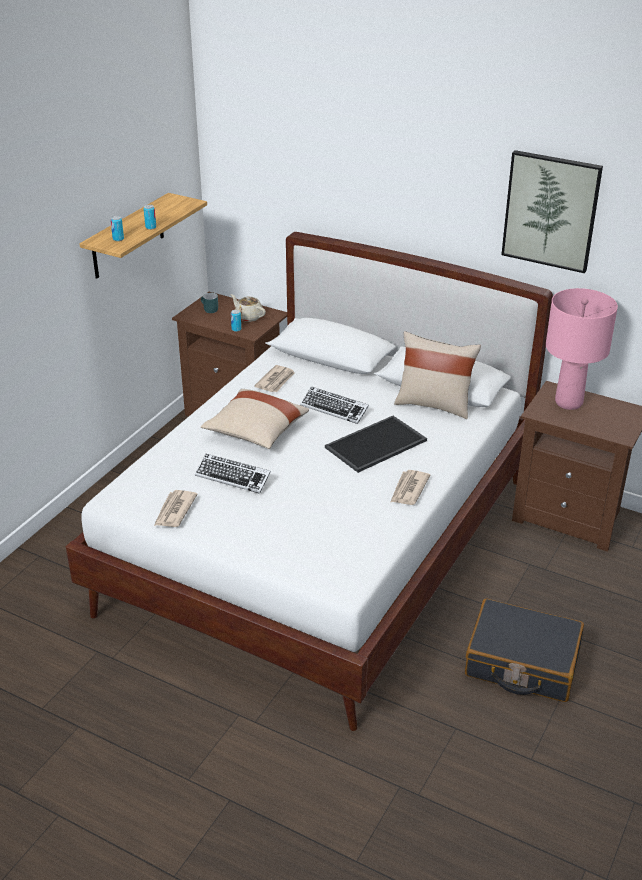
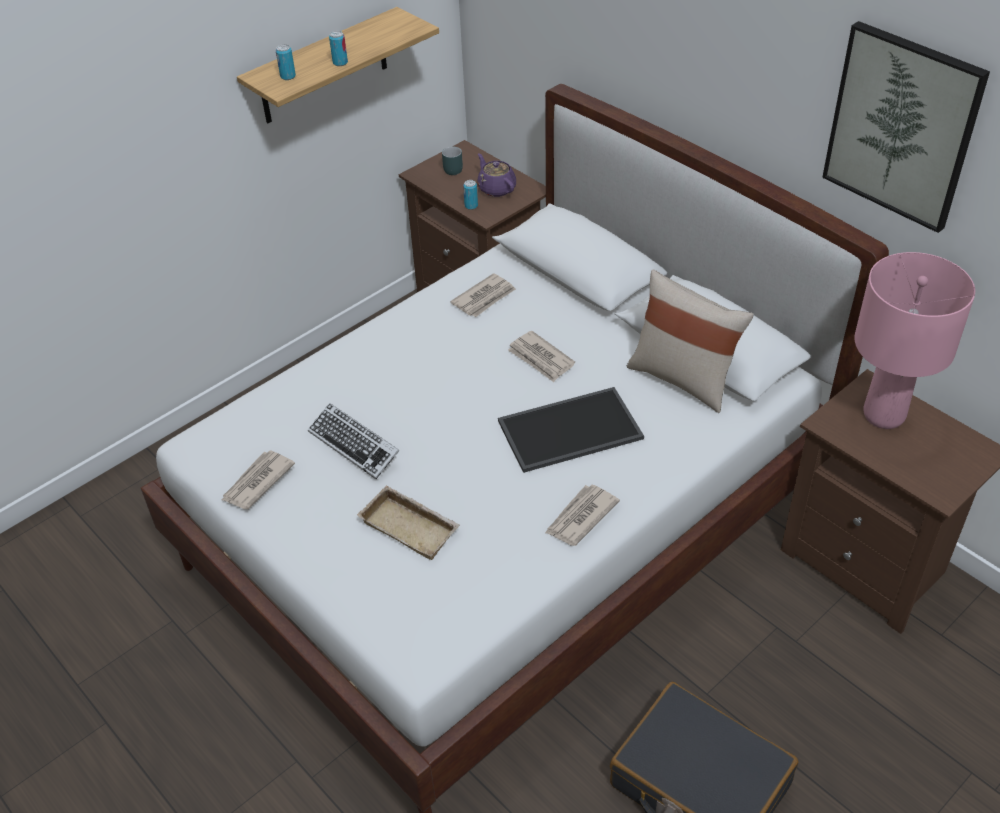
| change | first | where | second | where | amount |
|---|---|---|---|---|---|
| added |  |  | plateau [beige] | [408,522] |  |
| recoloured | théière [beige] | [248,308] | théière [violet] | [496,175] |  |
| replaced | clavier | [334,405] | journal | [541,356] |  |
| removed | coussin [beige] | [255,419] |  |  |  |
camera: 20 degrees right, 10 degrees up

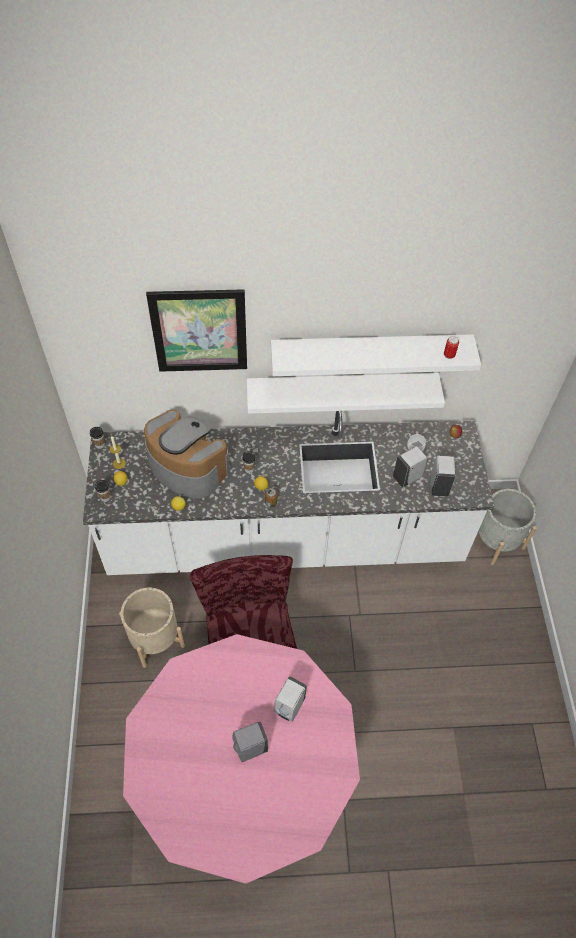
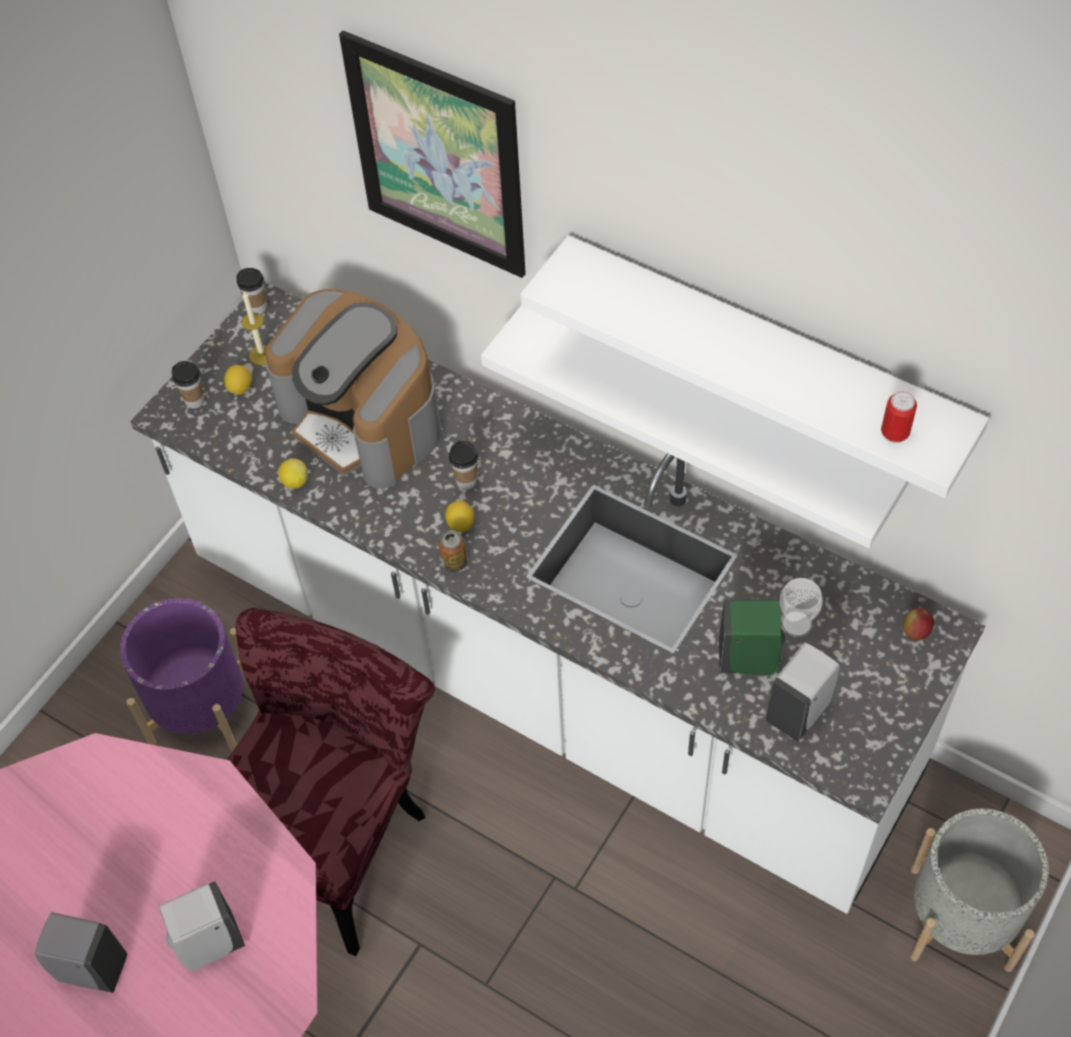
| change | first | where | second | where | amount |
|---|---|---|---|---|---|
| recoloured | cache-pot [beige] | [152,628] | cache-pot [violet] | [181,675] |  |
| turned | machine à café | [187,454] |  | [353,389] | 150 degrees clockwise |
| recoloured | distributeur de savon [blanc] | [410,466] | distributeur de savon [vert] | [752,636] |  |
camera: 40 degrees right, 0 degrees up

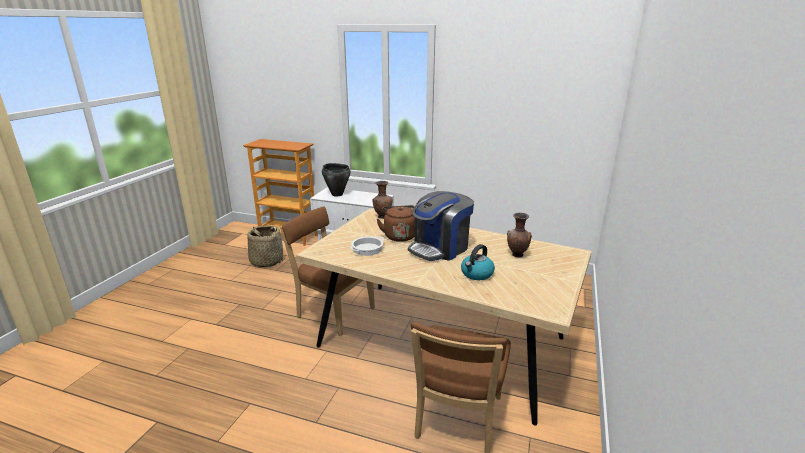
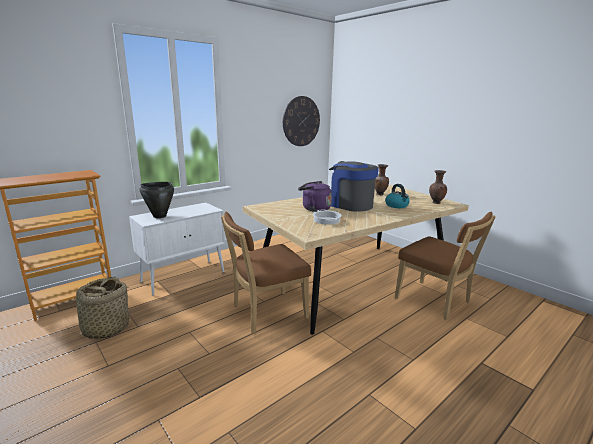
| change | first | where | second | where | amount |
|---|---|---|---|---|---|
| added |  |  | horloge murale | [301,121] |  |
| recoloured | bouilloire [marron] | [395,223] | bouilloire [violet] | [315,196] |  |
| turned | machine à café | [441,226] |  | [354,186] | 150 degrees clockwise |
| moved | vase [marron] | [382,200] |  | [438,187] |  |
camera: 60 degrees left, 5 degrees down

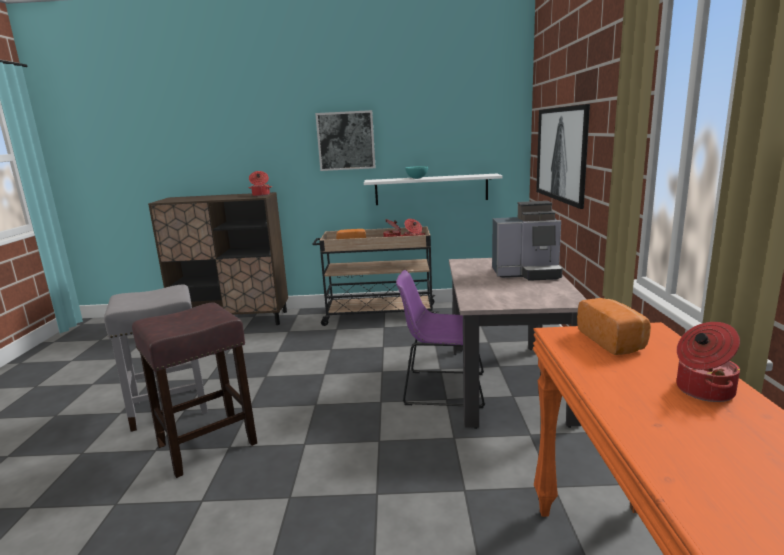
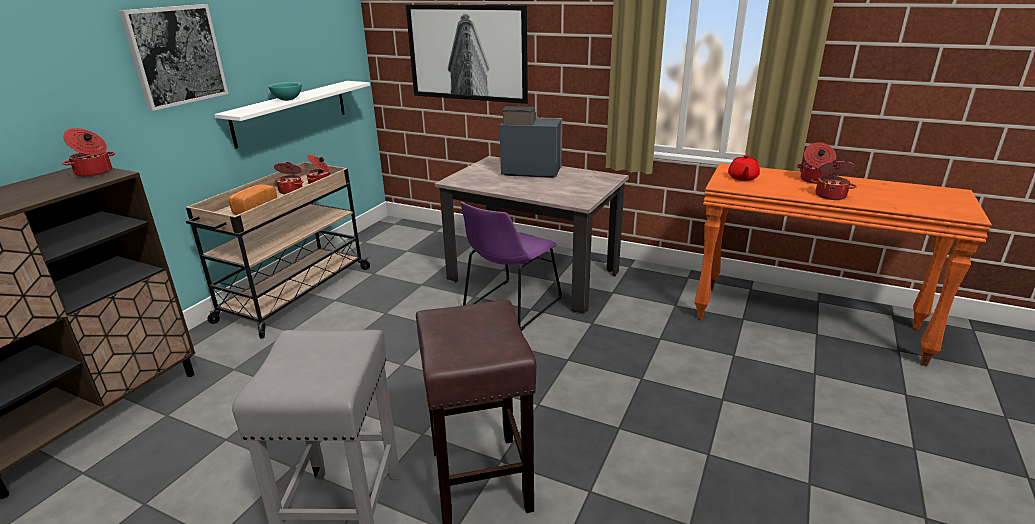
| change | first | where | second | where | amount |
|---|---|---|---|---|---|
| turned | machine à café | [527,241] |  | [530,142] | 105 degrees counterclockwise |
| replaced | pain | [614,326] | théière [rouge] | [744,168] |  |
| added |  |  | marmite | [834,180] |  |
camera: 65 degrees left, 10 degrees up

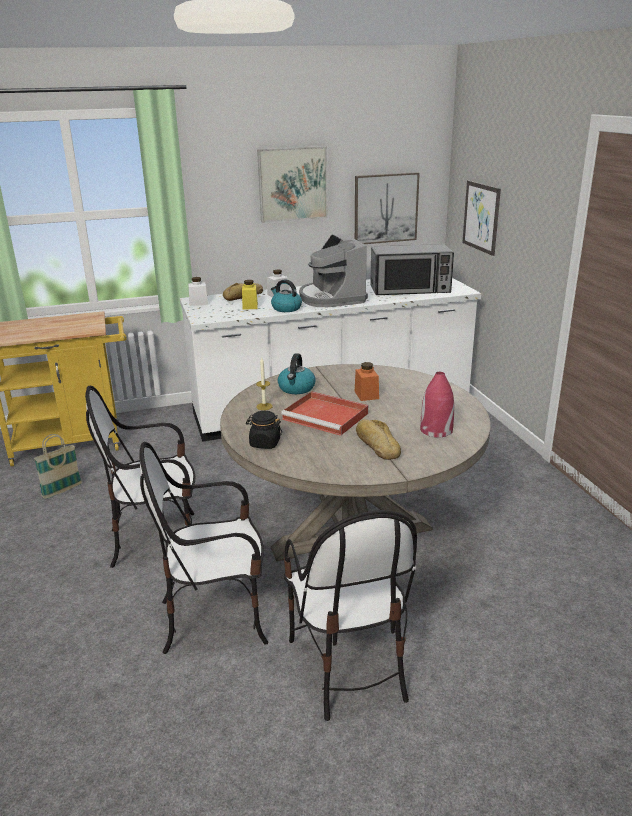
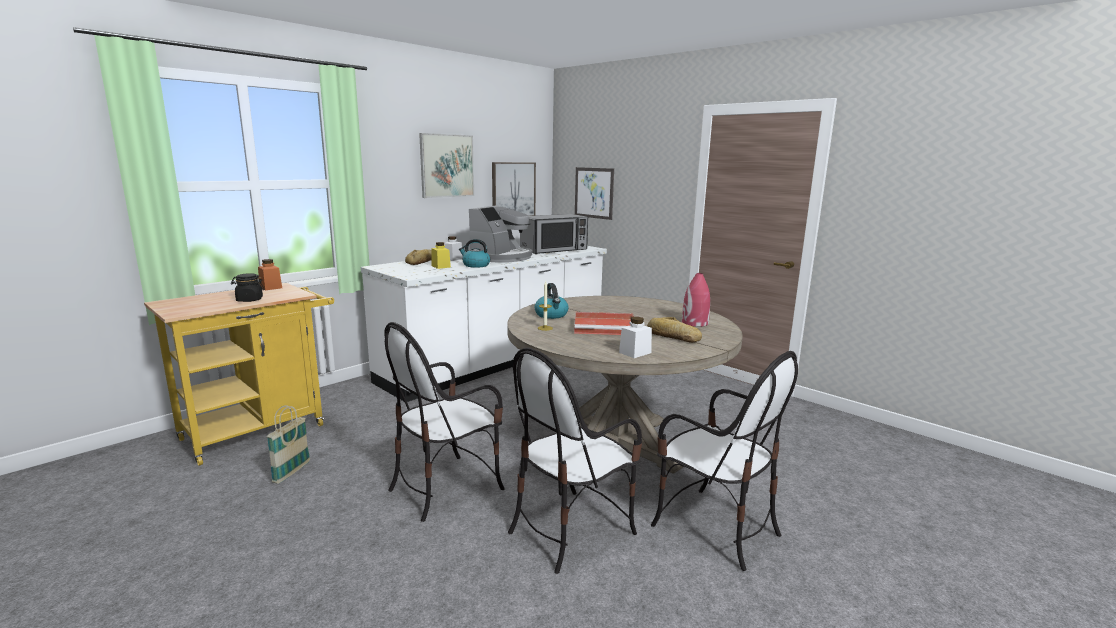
| change | first | where | second | where | amount |
|---|---|---|---|---|---|
| moved | bocal [noir] | [264,430] |  | [247,287] |  |
| moved | bocal [orange] | [367,381] |  | [270,274] |  |
| turned | machine à café | [333,270] |  | [500,234] | 105 degrees counterclockwise |
| moved | bocal [blanc] | [198,291] |  | [635,337] |  |
camera: 30 degrees left, 10 degrees down

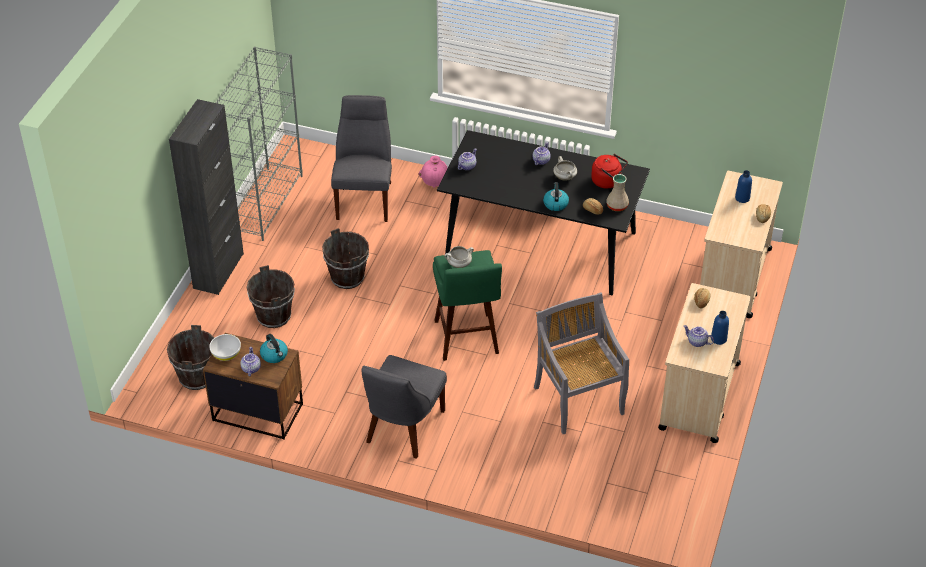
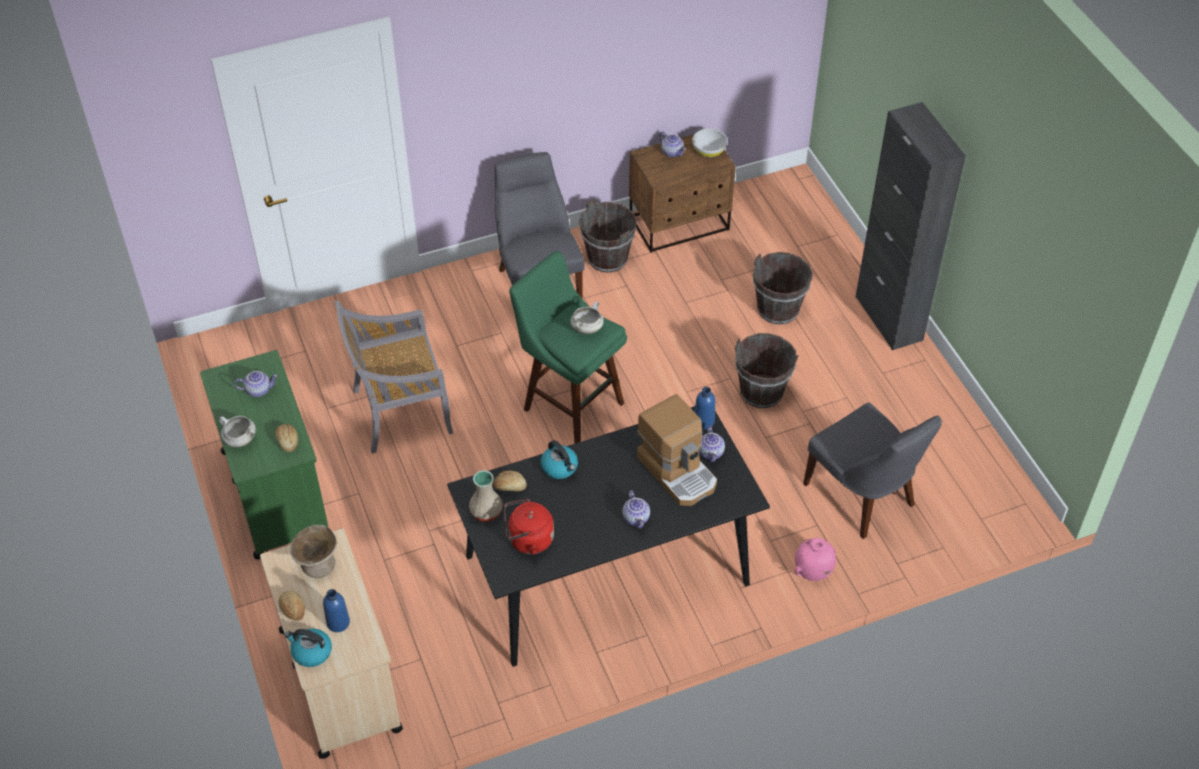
| change | first | where | second | where | amount |
|---|---|---|---|---|---|
| recoloured | chariot [beige] | [704,363] | chariot [vert] | [264,454] |  |
| moved | marmite [blanc] | [565,168] |  | [237,431] |  |
| moved | bouilloire | [274,348] |  | [308,647] |  |
| added |  |  | bol [beige] | [313,551] |  |
| turned | chaise [gris] | [581,363] |  | [393,377] | 135 degrees clockwise |
| moved | seau [marron] | [190,357] |  | [608,235] |  |
| added |  |  | machine à café | [677,450] |  |
| moved | bouteille [bleu] | [720,328] |  | [705,408] |  |
| removed | bibliothèque [gris] | [259,144] |  |  |  |
camera: 140 degrees right, 5 degrees up

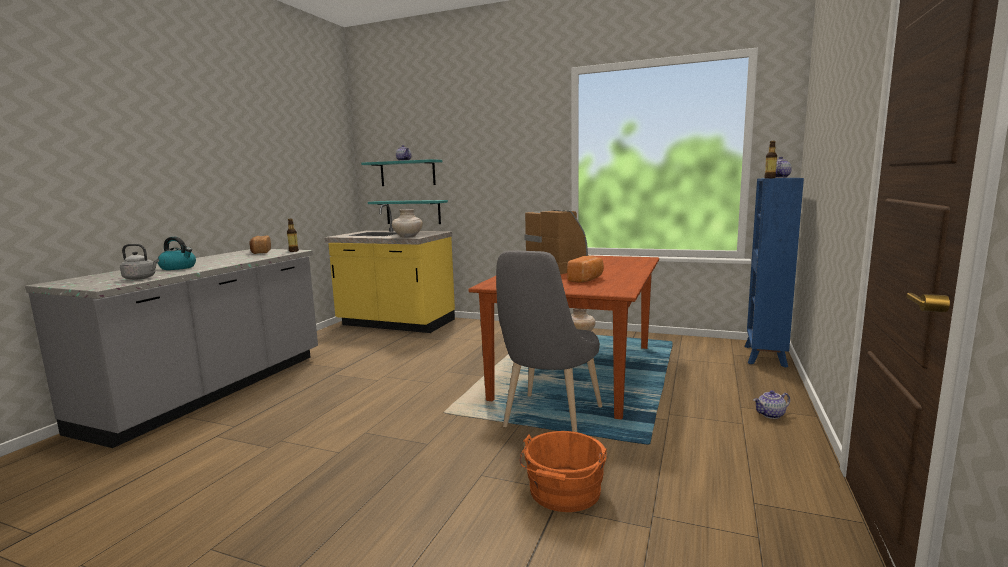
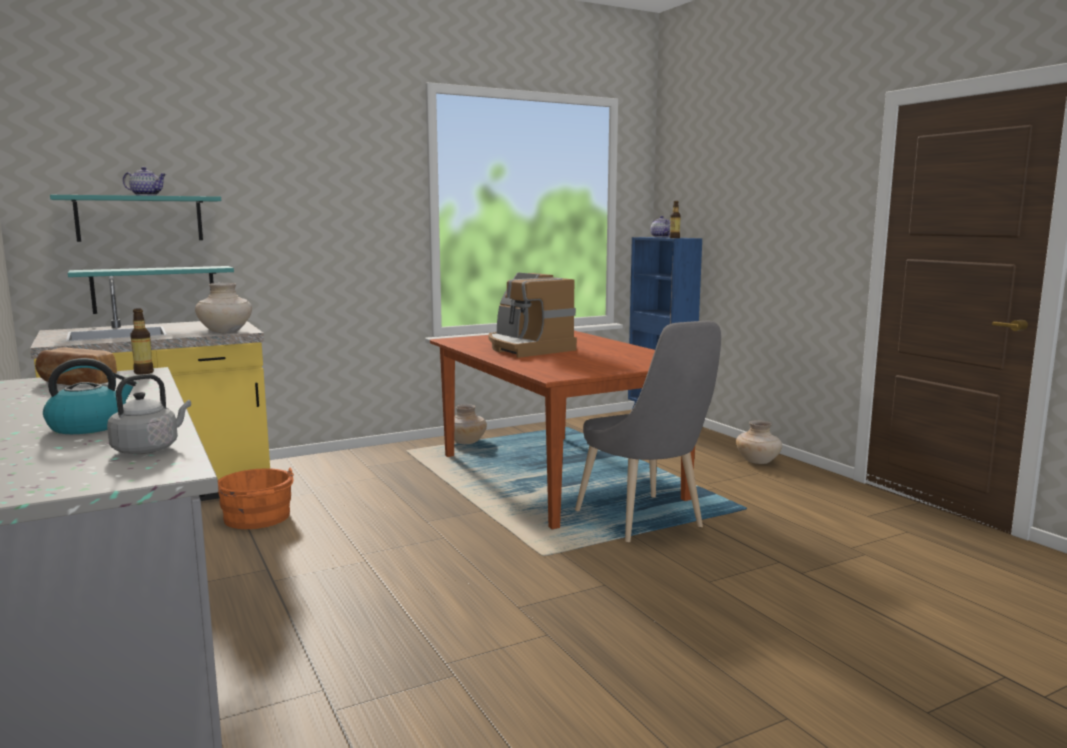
| change | first | where | second | where | amount |
|---|---|---|---|---|---|
| moved | seau [orange] | [563,471] |  | [256,498] |  |
| turned | machine à café | [557,242] |  | [533,315] | 135 degrees counterclockwise |
| replaced | théière | [771,404] | vase [beige] | [759,442] |  |
| removed | pain | [585,269] |  |  |  |
camera: 50 degrees left, 0 degrees up

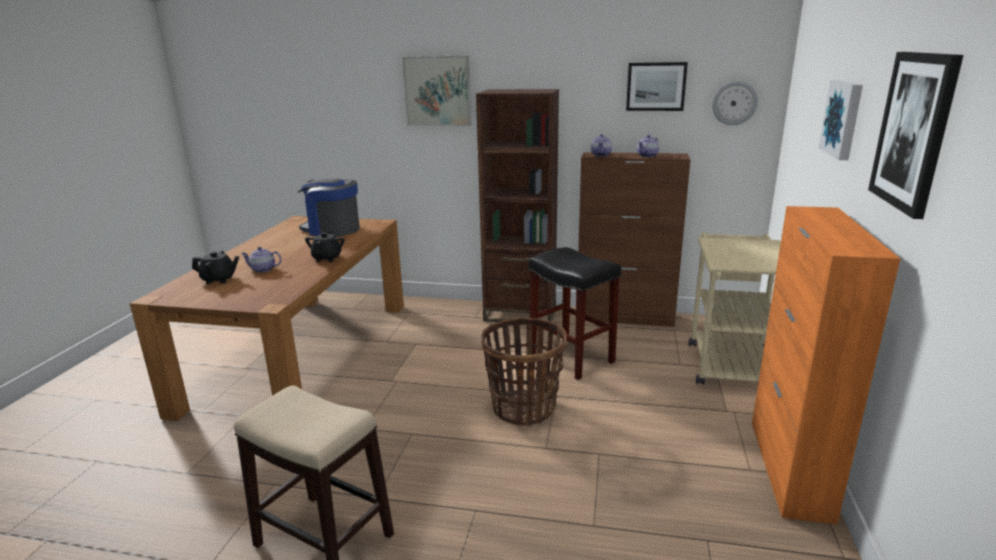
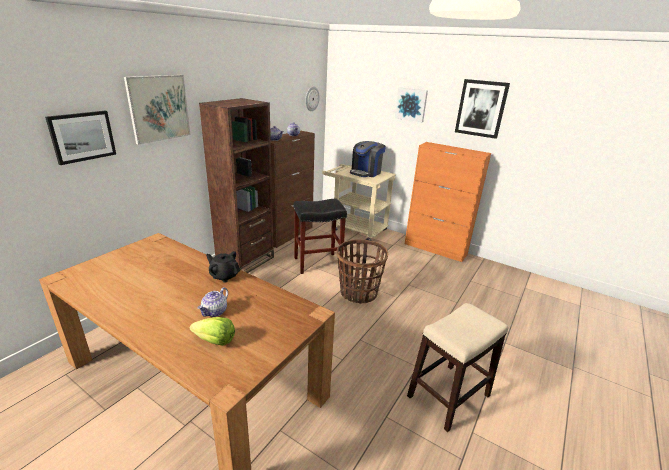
| change | first | where | second | where | amount |
|---|---|---|---|---|---|
| moved | tableau | [657,86] |  | [80,138] |  |
| replaced | théière [noir] | [215,267] | laitue | [212,331] |  |
| moved | machine à café | [329,208] |  | [368,159] |  |
camera: 70 degrees left, 5 degrees up

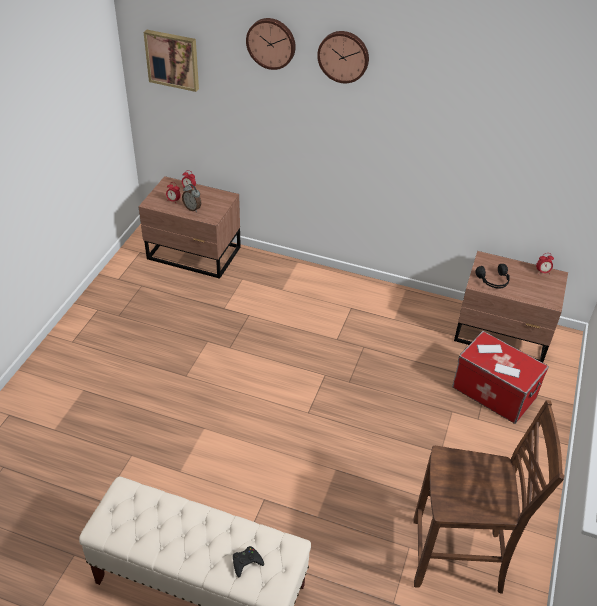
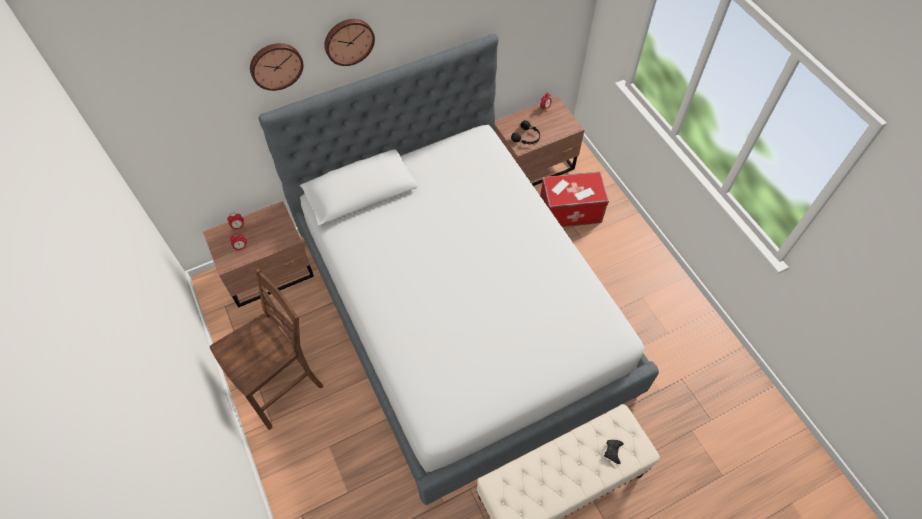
| change | first | where | second | where | amount |
|---|---|---|---|---|---|
| moved | chaise [marron] | [488,497] |  | [266,349] |  |
| added |  |  | lit | [459,269] |  |
| removed | tableau | [171,61] |  |  |  |
| removed | réveil | [191,198] |  |  |  |
camera: 45 degrees left, 15 degrees up

